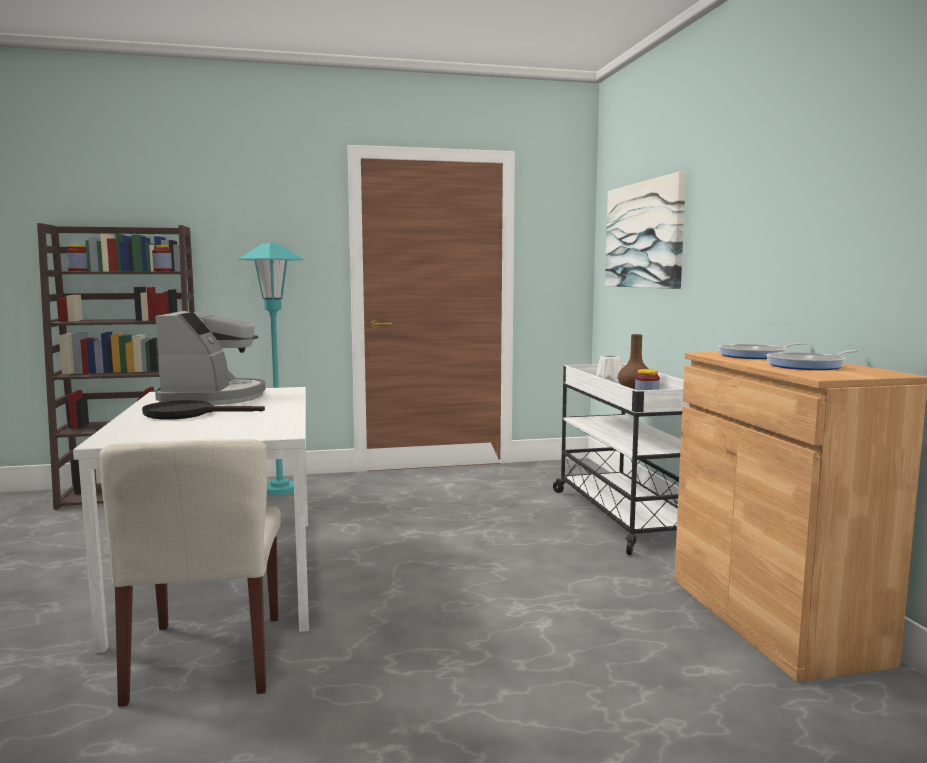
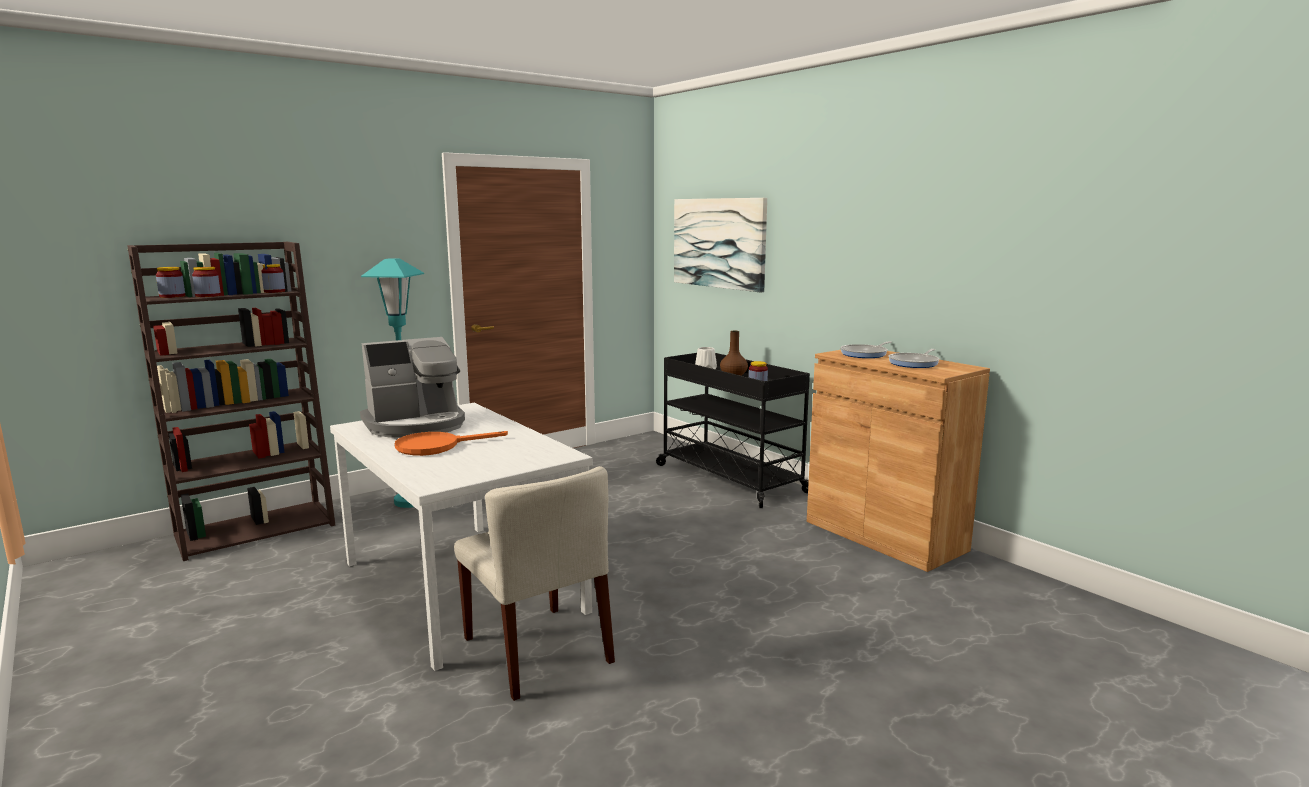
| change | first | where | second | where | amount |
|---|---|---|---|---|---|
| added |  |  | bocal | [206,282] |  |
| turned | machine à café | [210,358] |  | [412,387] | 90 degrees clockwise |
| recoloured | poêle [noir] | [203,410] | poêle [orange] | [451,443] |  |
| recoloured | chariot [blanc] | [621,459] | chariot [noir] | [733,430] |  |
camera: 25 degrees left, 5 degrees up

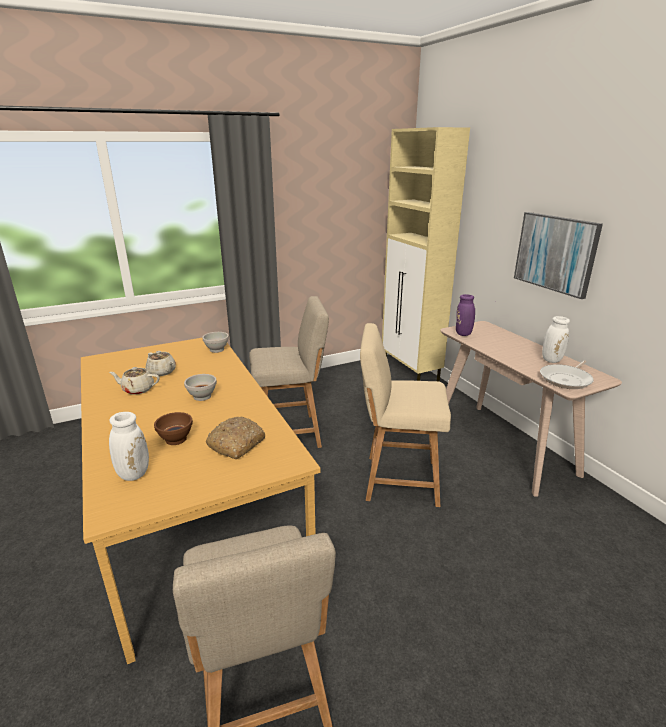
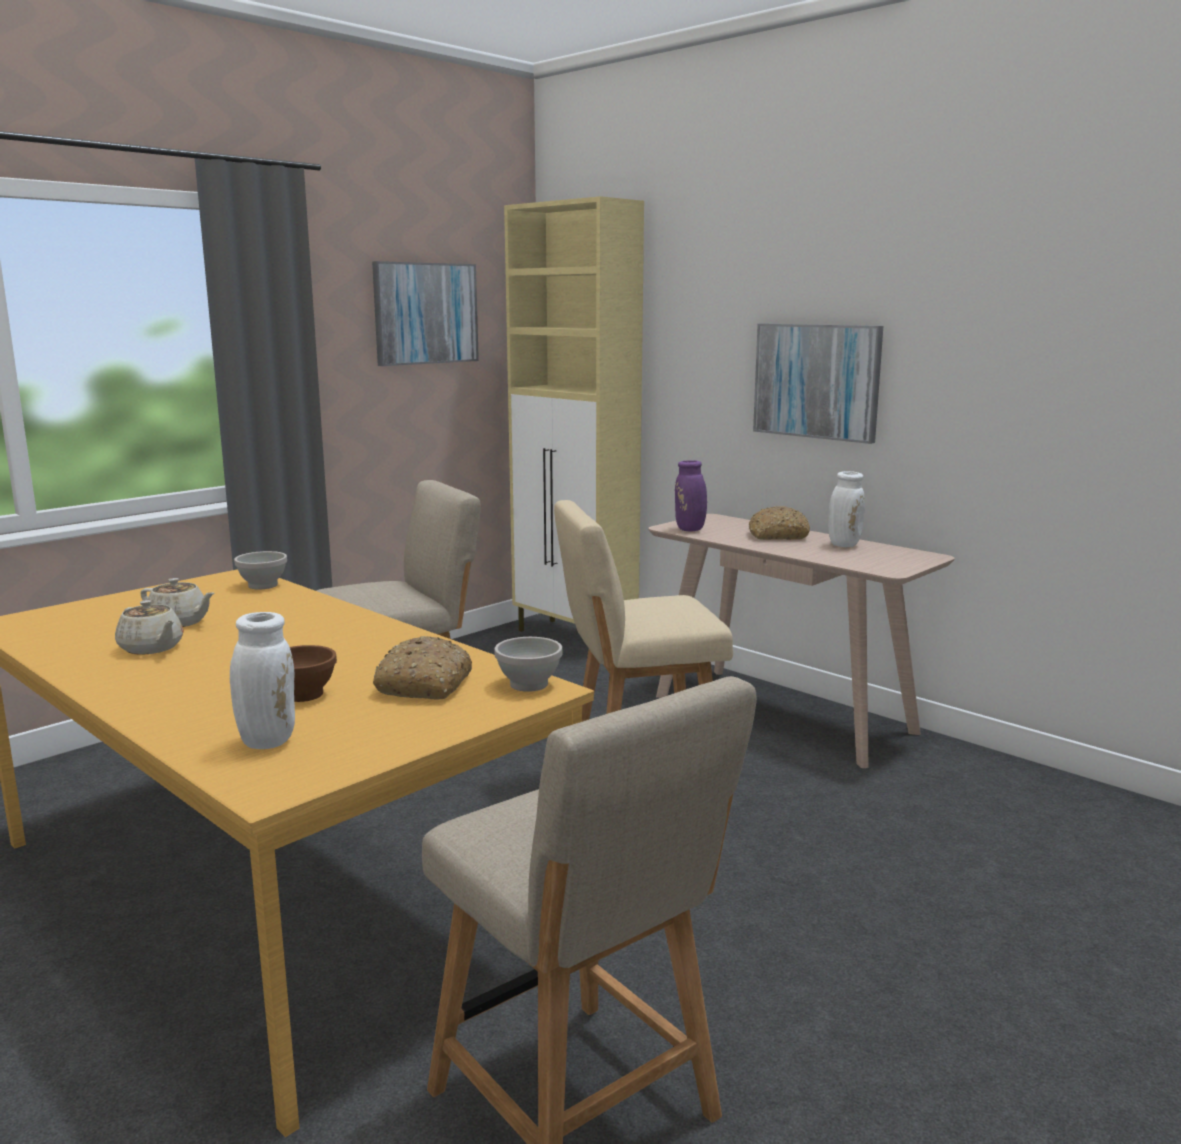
| change | first | where | second | where | amount |
|---|---|---|---|---|---|
| turned | théière [beige] | [134,381] |  | [149,627] | 120 degrees counterclockwise |
| added |  |  | tableau | [425,313] |  |
| moved | bol [blanc] | [200,387] |  | [528,664] |  |
| added |  |  | pain | [779,523] |  |
| removed | poêle | [567,374] |  |  |  |
camera: 20 degrees left, 10 degrees down

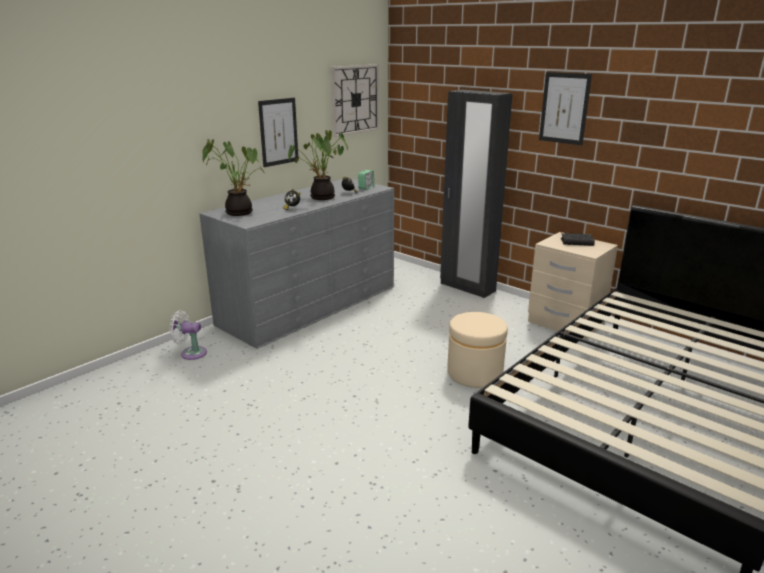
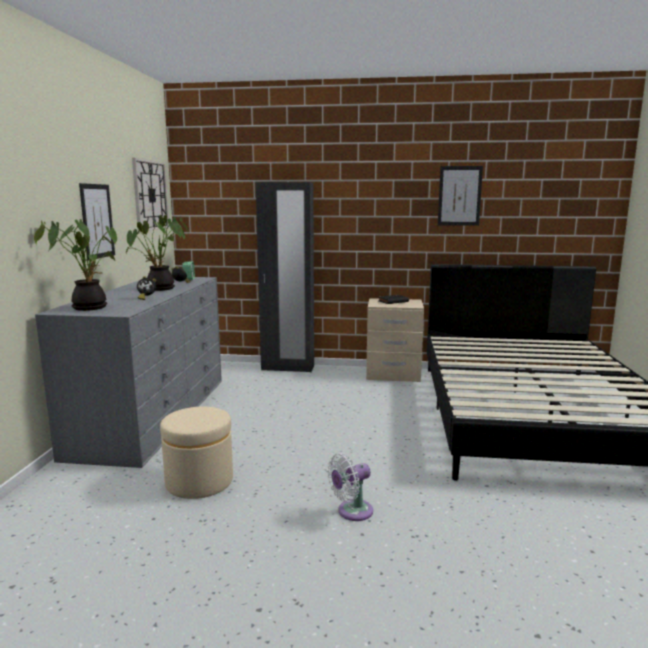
| change | first | where | second | where | amount |
|---|---|---|---|---|---|
| moved | pouf [beige] | [477,350] |  | [196,453] |  |
| moved | ventilateur [blanc] | [188,335] |  | [350,487] |  |
| moved | tableau | [565,108] |  | [460,196] |  |
camera: 35 degrees left, 10 degrees down

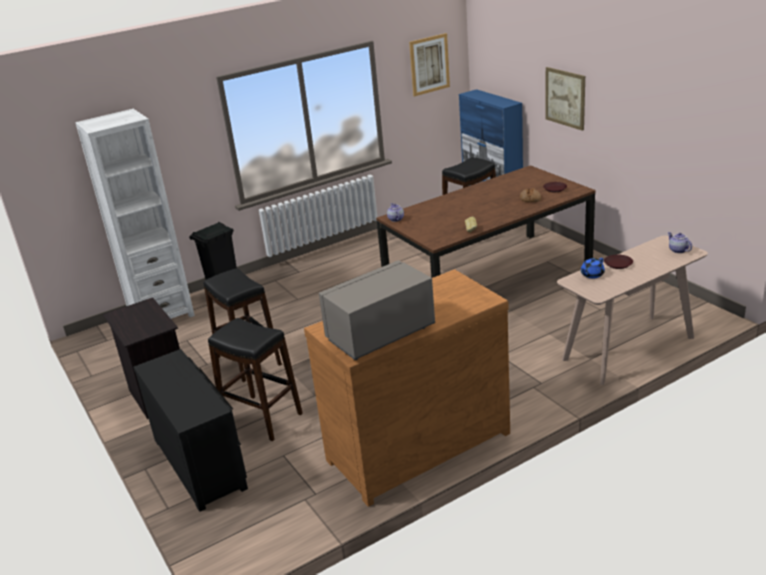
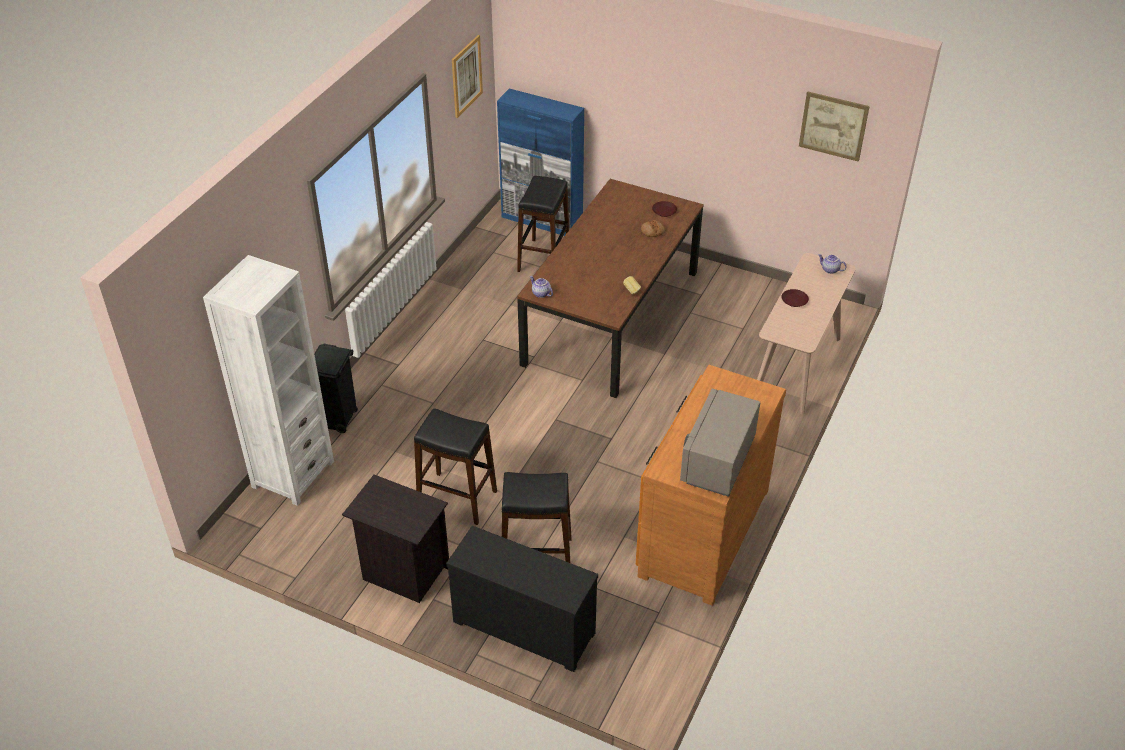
| change | first | where | second | where | amount |
|---|---|---|---|---|---|
| moved | tableau | [565,99] |  | [834,126] |  |
| removed | théière [bleu] | [593,268] |  |  |  |
camera: 35 degrees left, 15 degrees up

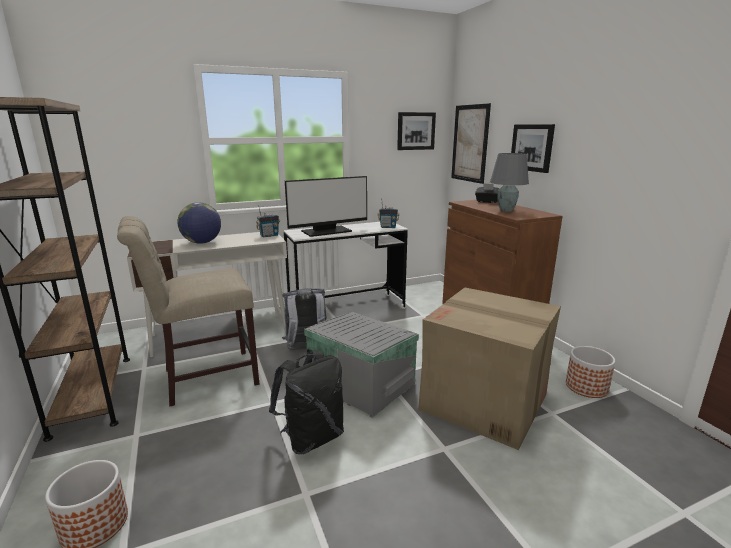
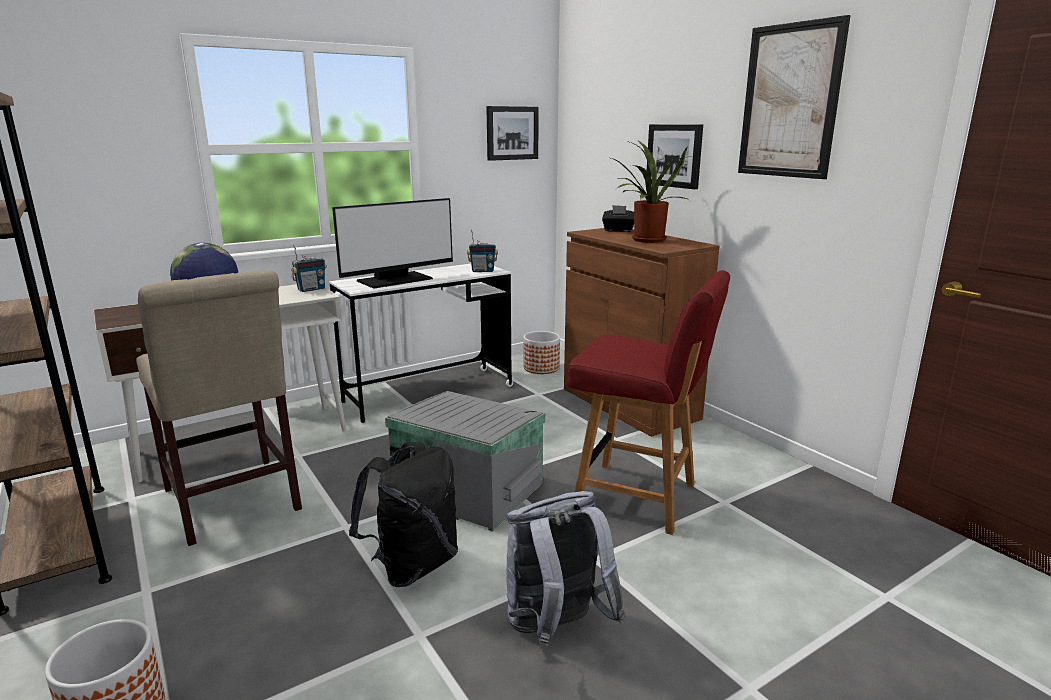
| change | first | where | second | where | amount |
|---|---|---|---|---|---|
| turned | chaise [beige] | [188,311] |  | [219,408] | 90 degrees counterclockwise |
| moved | sac à dos [gris] | [304,319] |  | [565,569] |  |
| moved | cache-pot | [590,372] |  | [541,352] |  |
| replaced | carton | [489,369] | chaise [rouge] | [648,402] |  |
| replaced | lampe de table [gris] | [509,182] | plante en pot | [651,191] |  |
| moved | tableau | [471,143] |  | [794,97] |  |
camera: 10 degrees left, 0 degrees up

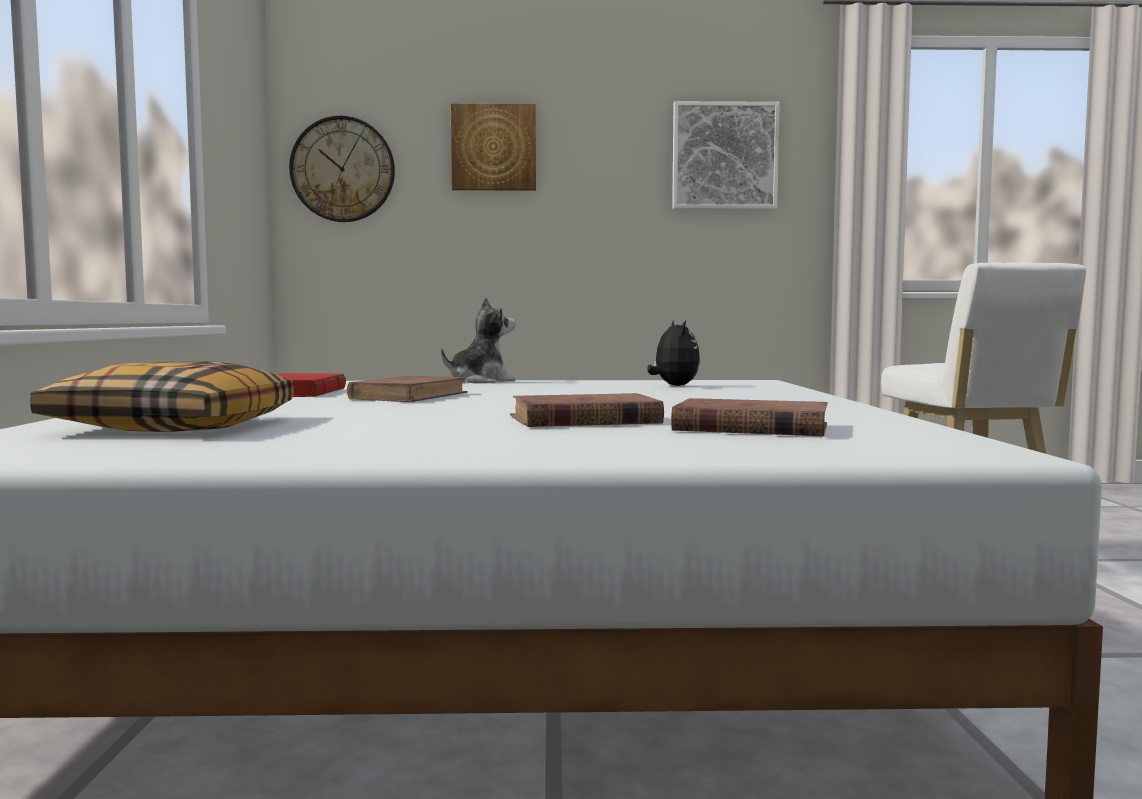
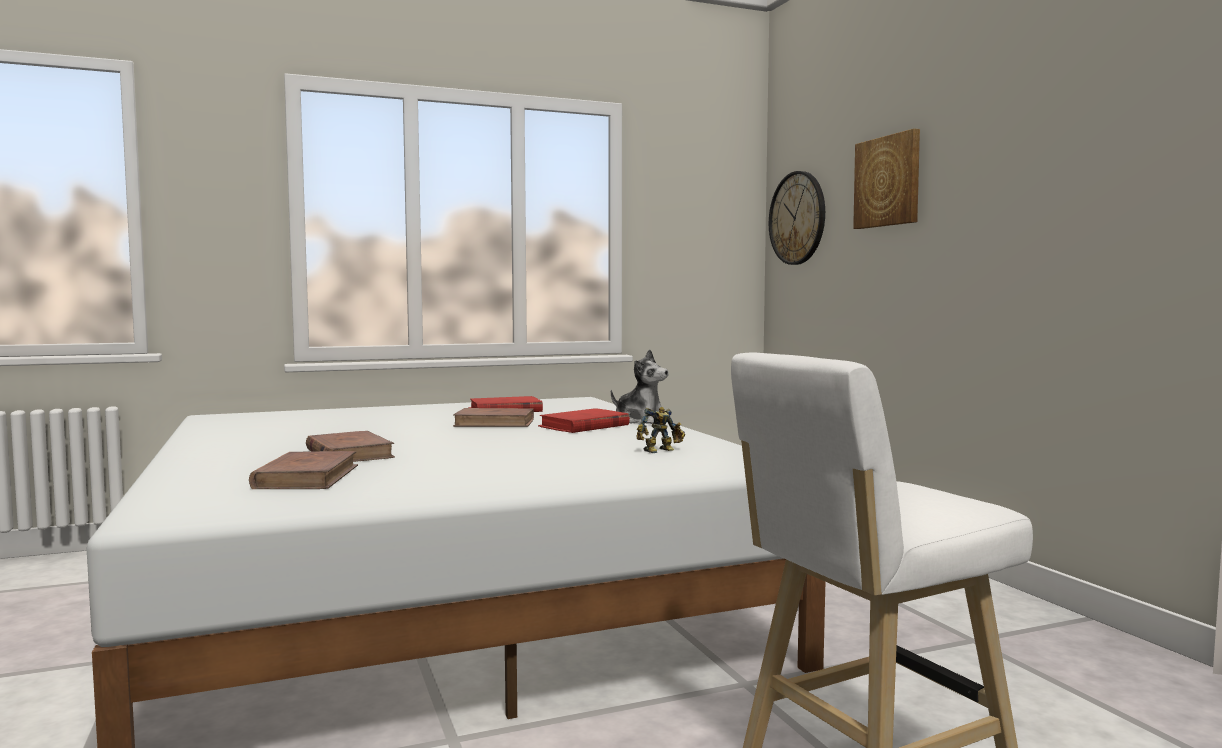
| change | first | where | second | where | amount |
|---|---|---|---|---|---|
| added |  |  | livre [rouge] | [584,420] |  |
| replaced | peluche | [673,353] | robot jouet | [660,430] |  |
| removed | coussin | [162,396] |  |  |  |
| removed | tableau | [726,155] |  |  |  |
camera: 70 degrees right, 0 degrees up

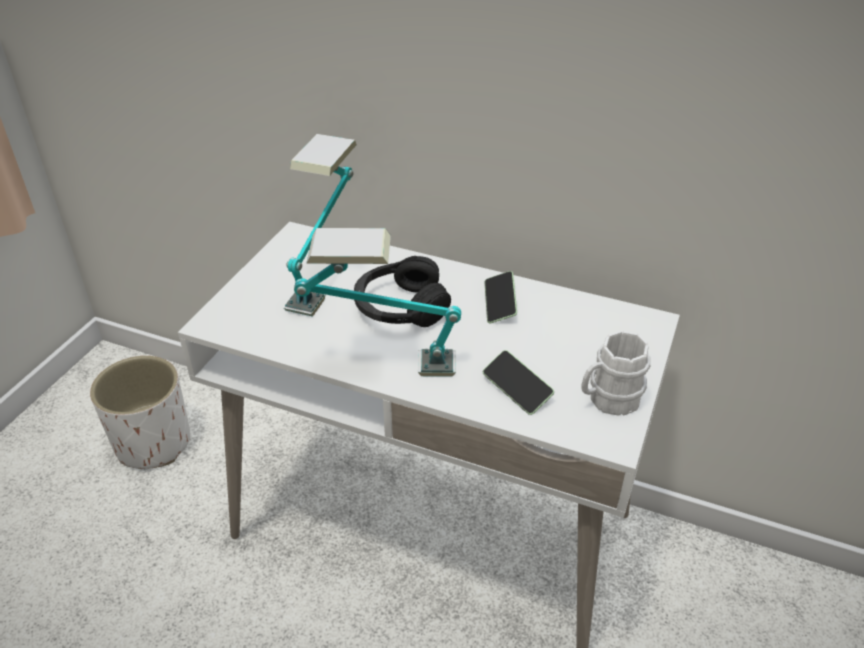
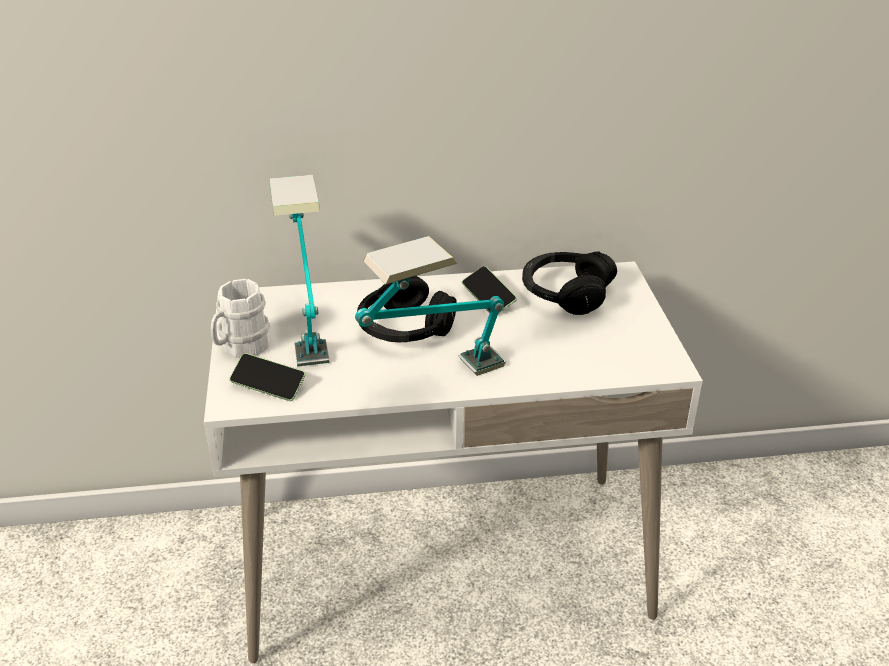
| change | first | where | second | where | amount |
|---|---|---|---|---|---|
| moved | mug [blanc] | [616,373] |  | [240,319] |  |
| moved | téléphone | [518,382] |  | [267,377] |  |
| added |  |  | casque audio [noir] | [569,283] |  |
| removed | cache-pot [blanc] | [140,412] |  |  |  |
camera: 30 degrees left, 5 degrees down

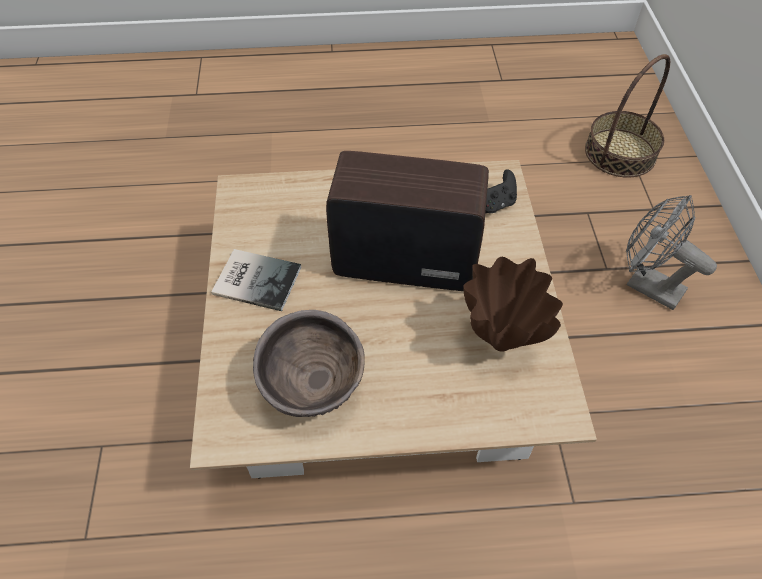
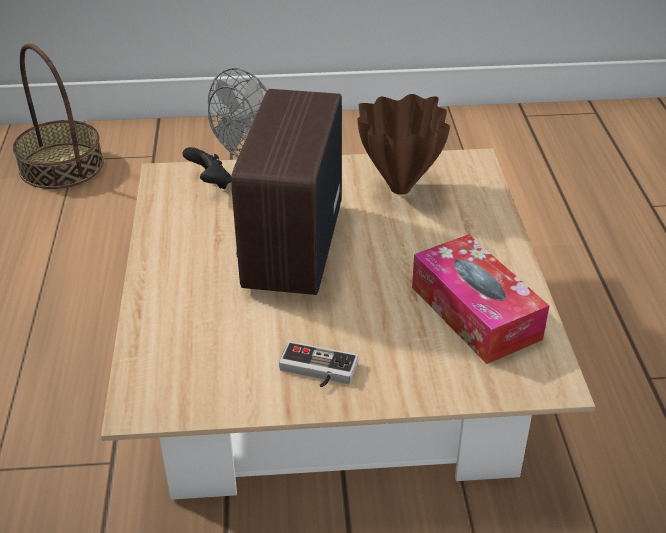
| change | first | where | second | where | amount |
|---|---|---|---|---|---|
| replaced | livre | [256,280] | manette | [318,364] |  |
| replaced | bol [marron] | [309,363] | boîte à mouchoirs | [480,299] |  |
camera: 90 degrees left, 15 degrees down

